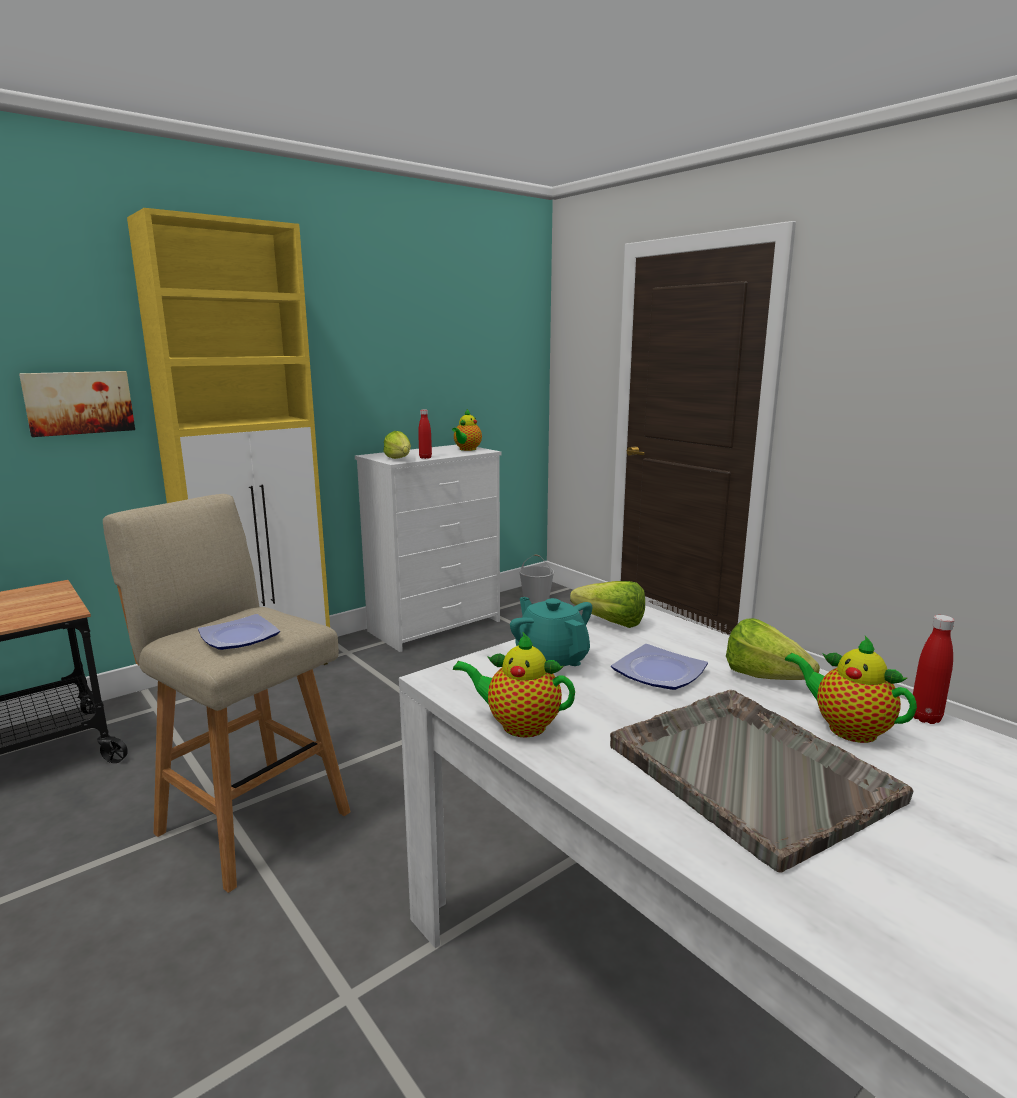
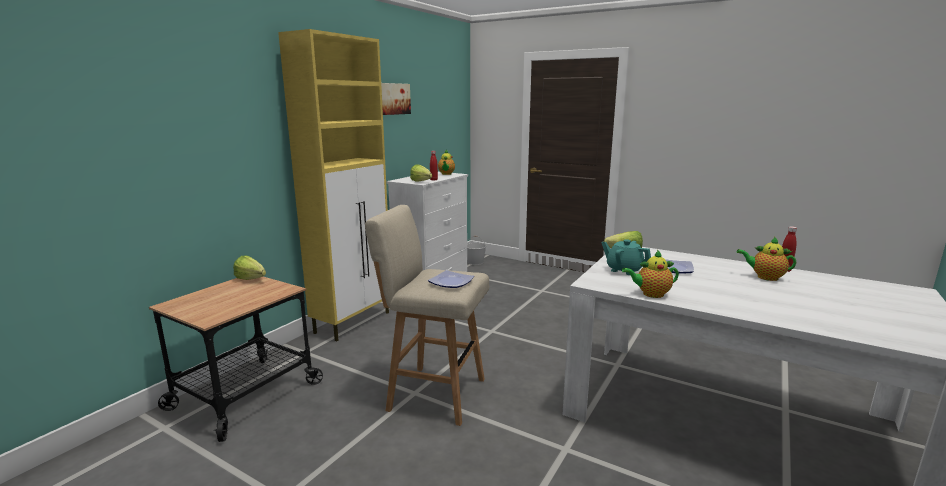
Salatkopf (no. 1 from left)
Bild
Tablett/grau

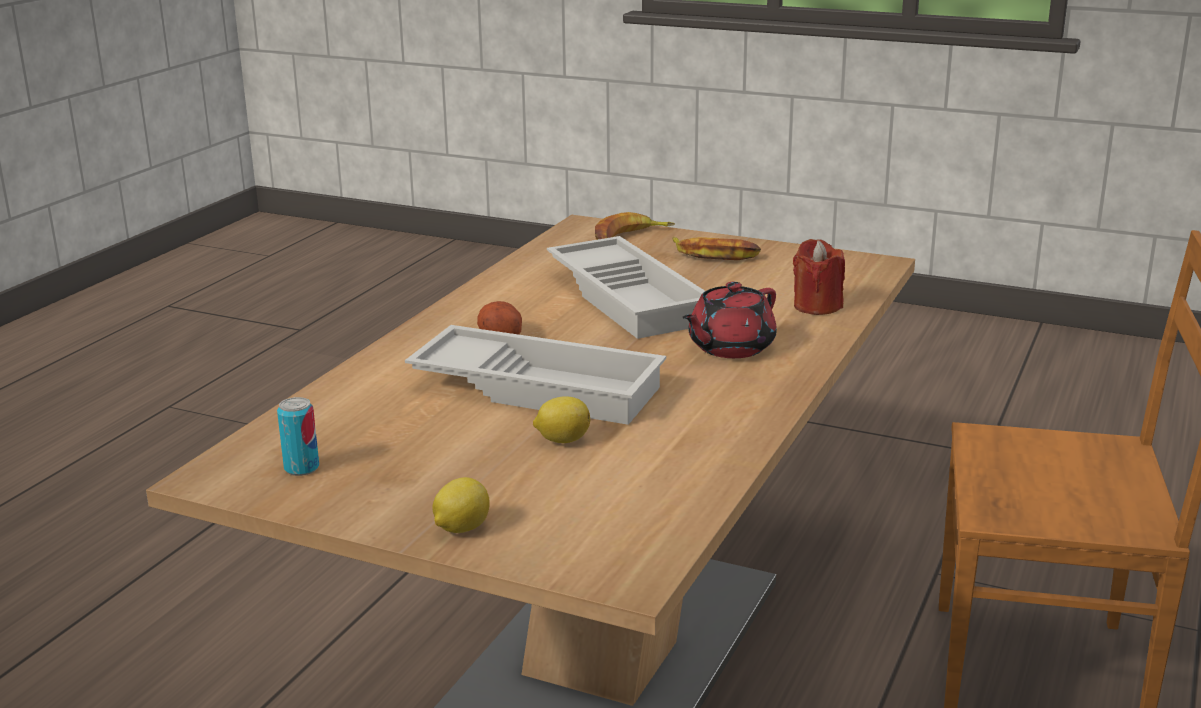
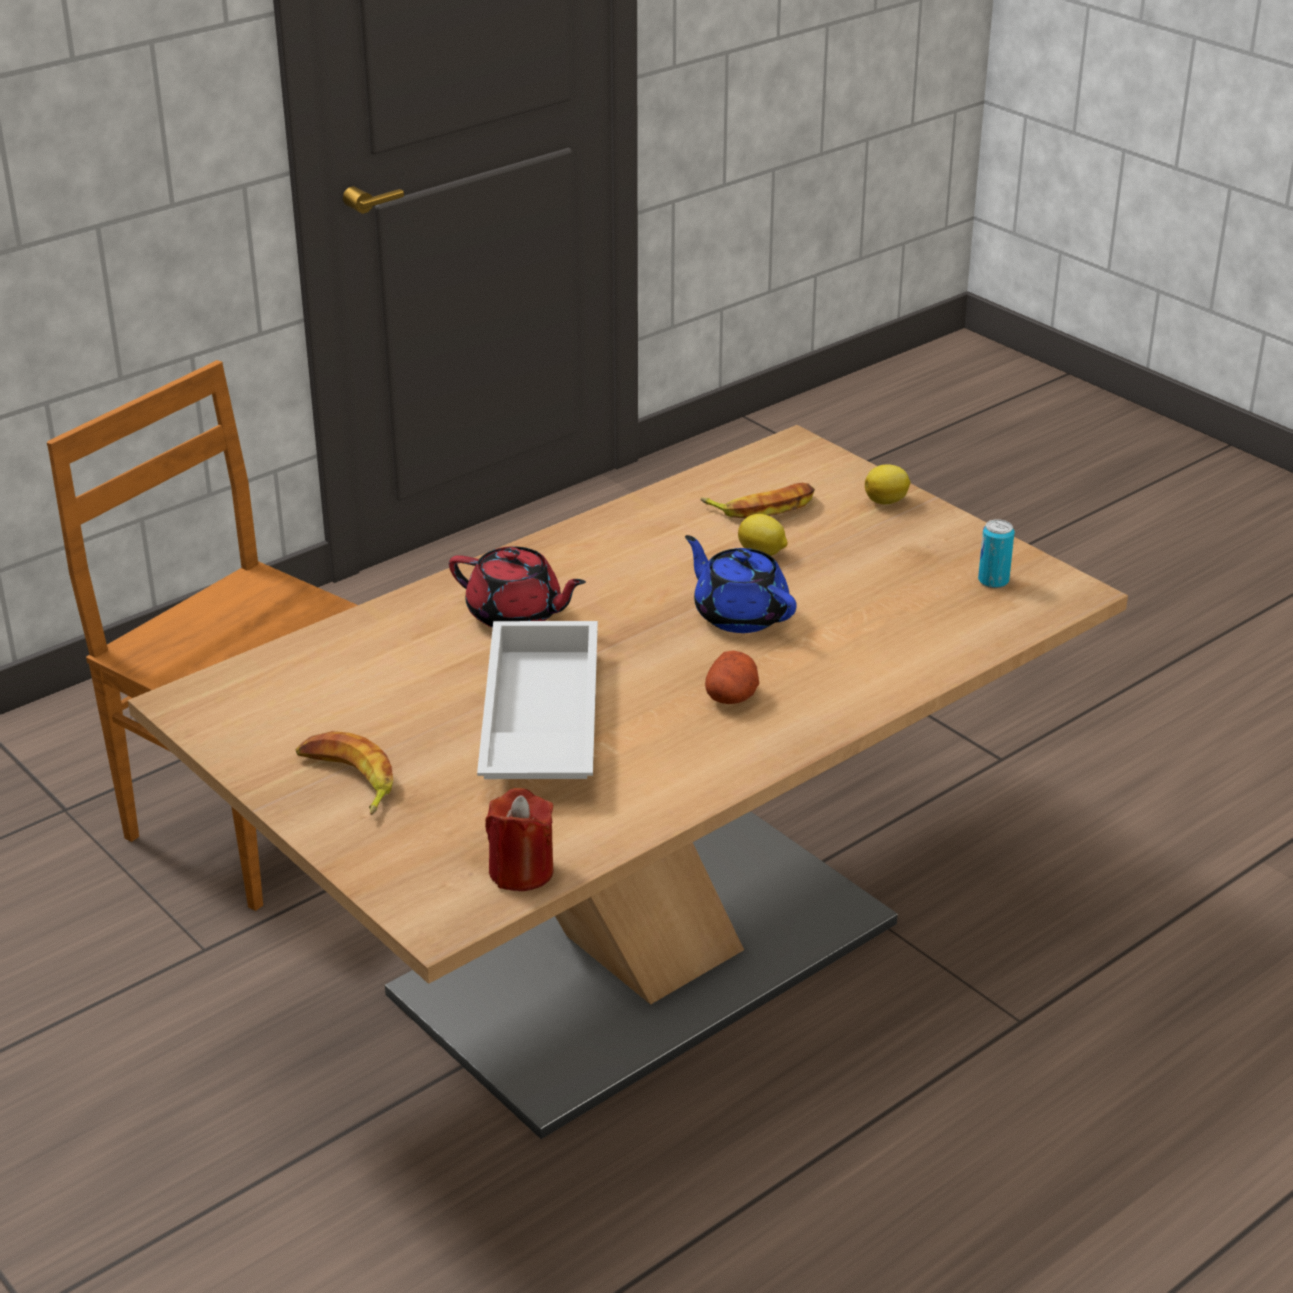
Teekanne/rot
Kerze/rot
Teekanne/blau
Banane (no. 2 from left)

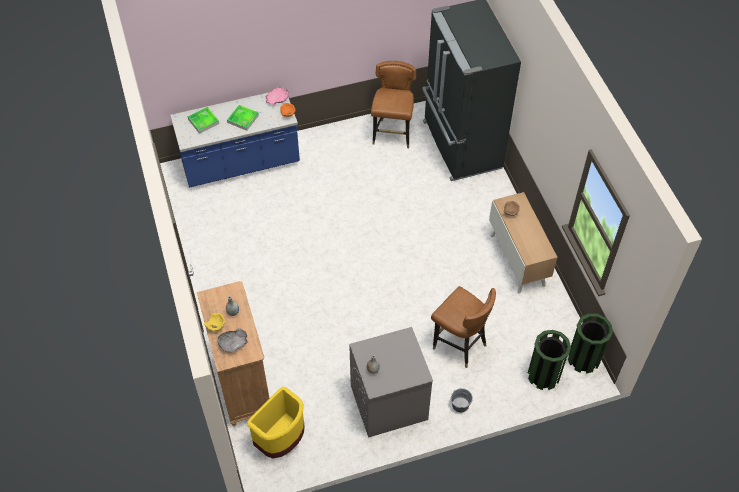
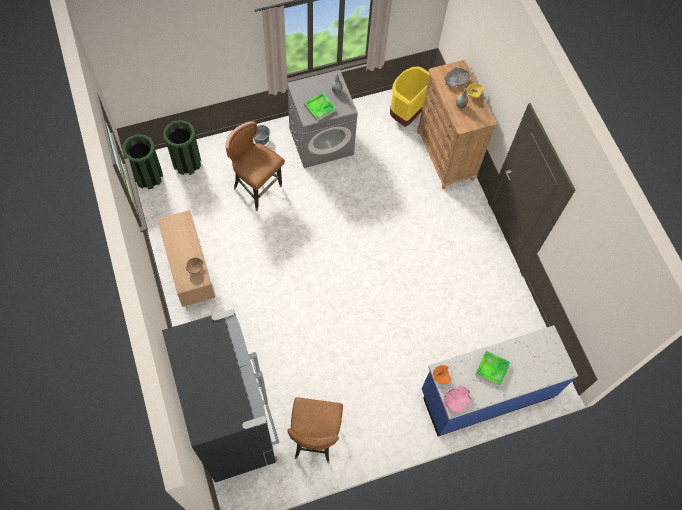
Tablett (no. 1 from left)

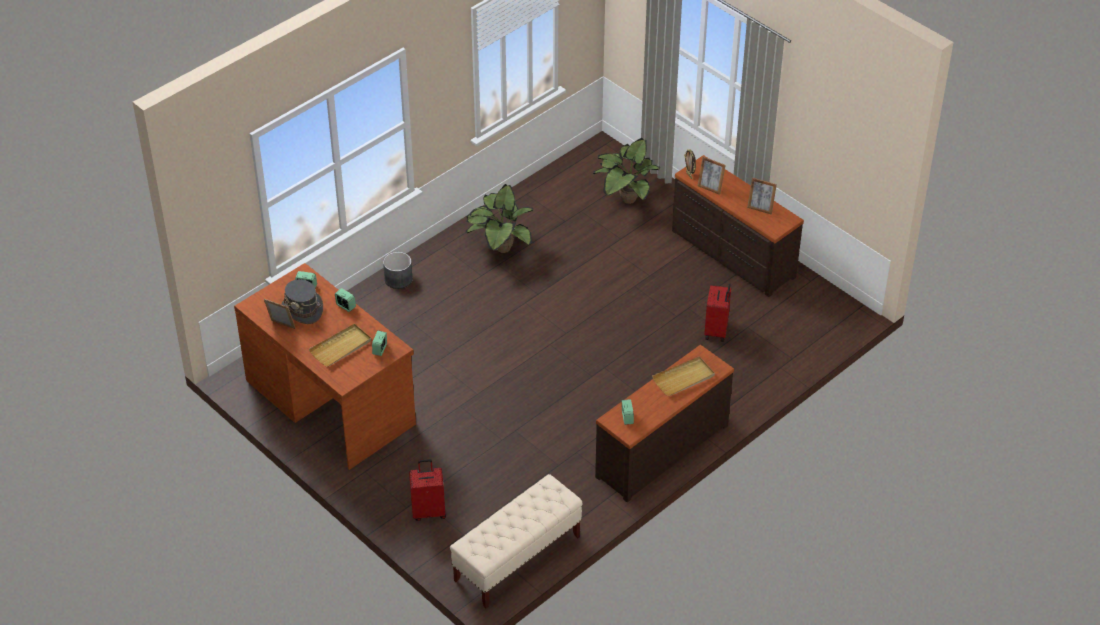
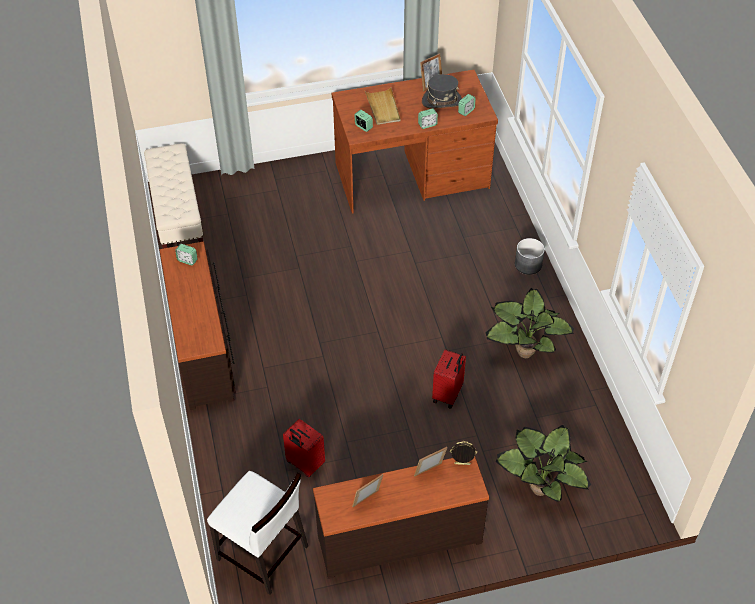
Stuhl/weiß
Koffer/rot (no. 2 from left)
Tablett/beige (no. 2 from left in the first image)

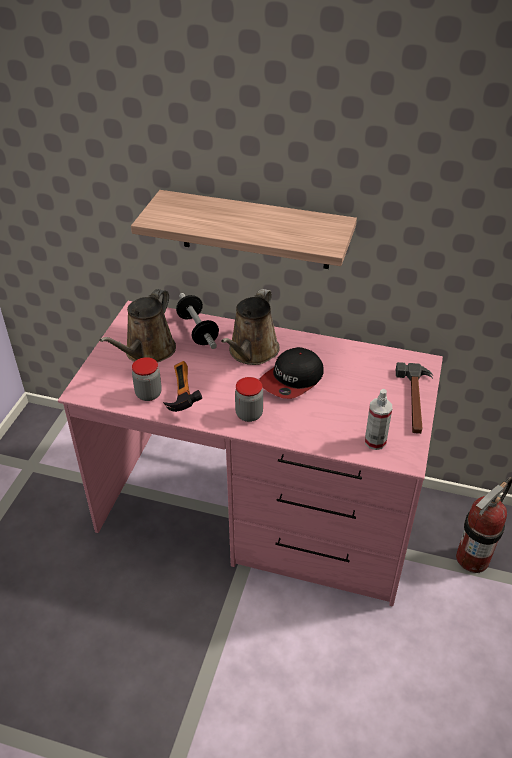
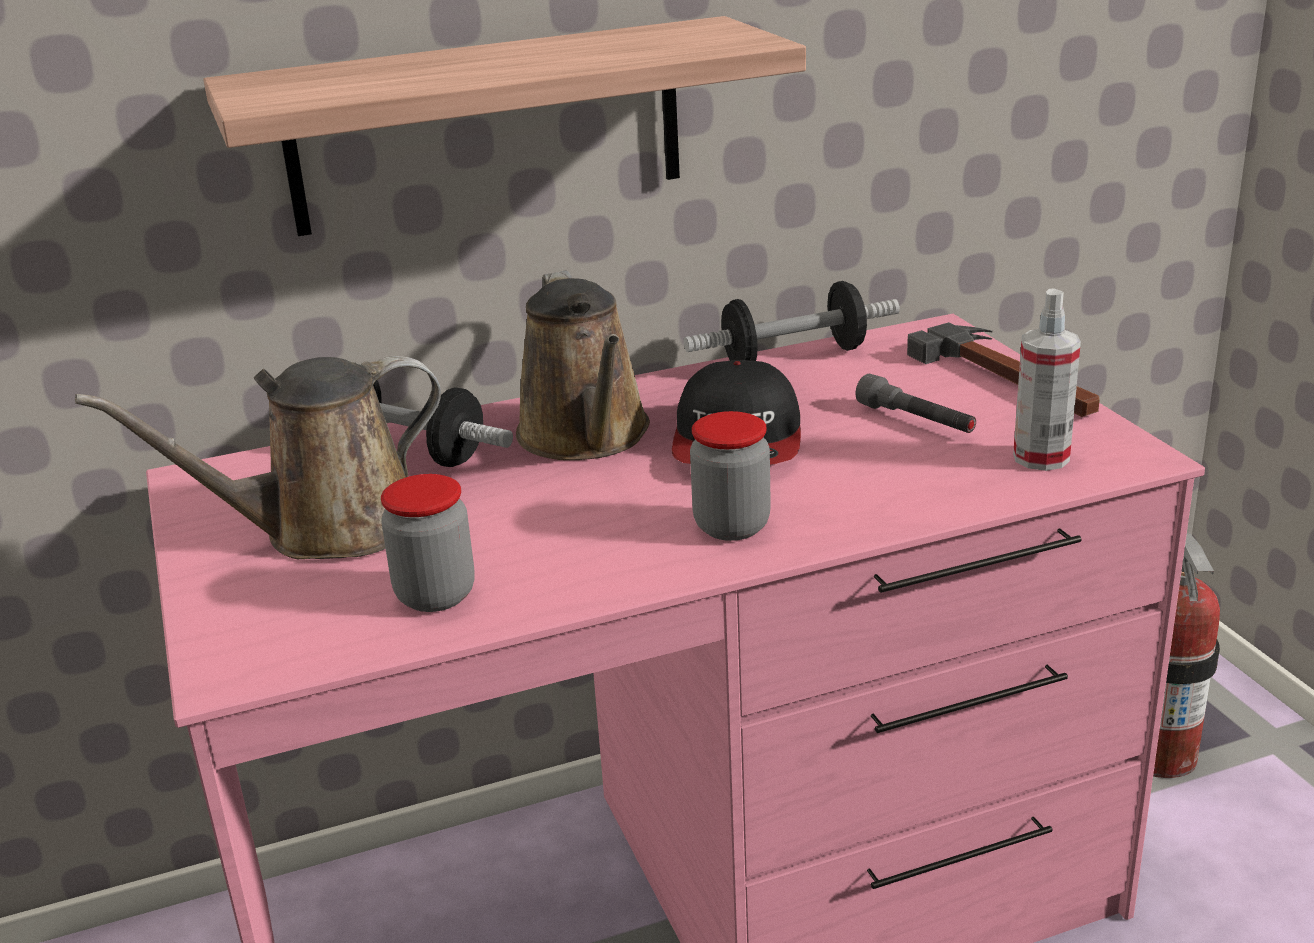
Gießkanne/braun (no. 1 from left)
Hantel (no. 2 from left)
Taschenlampe/grau
Hammer (no. 1 from left in the first image)

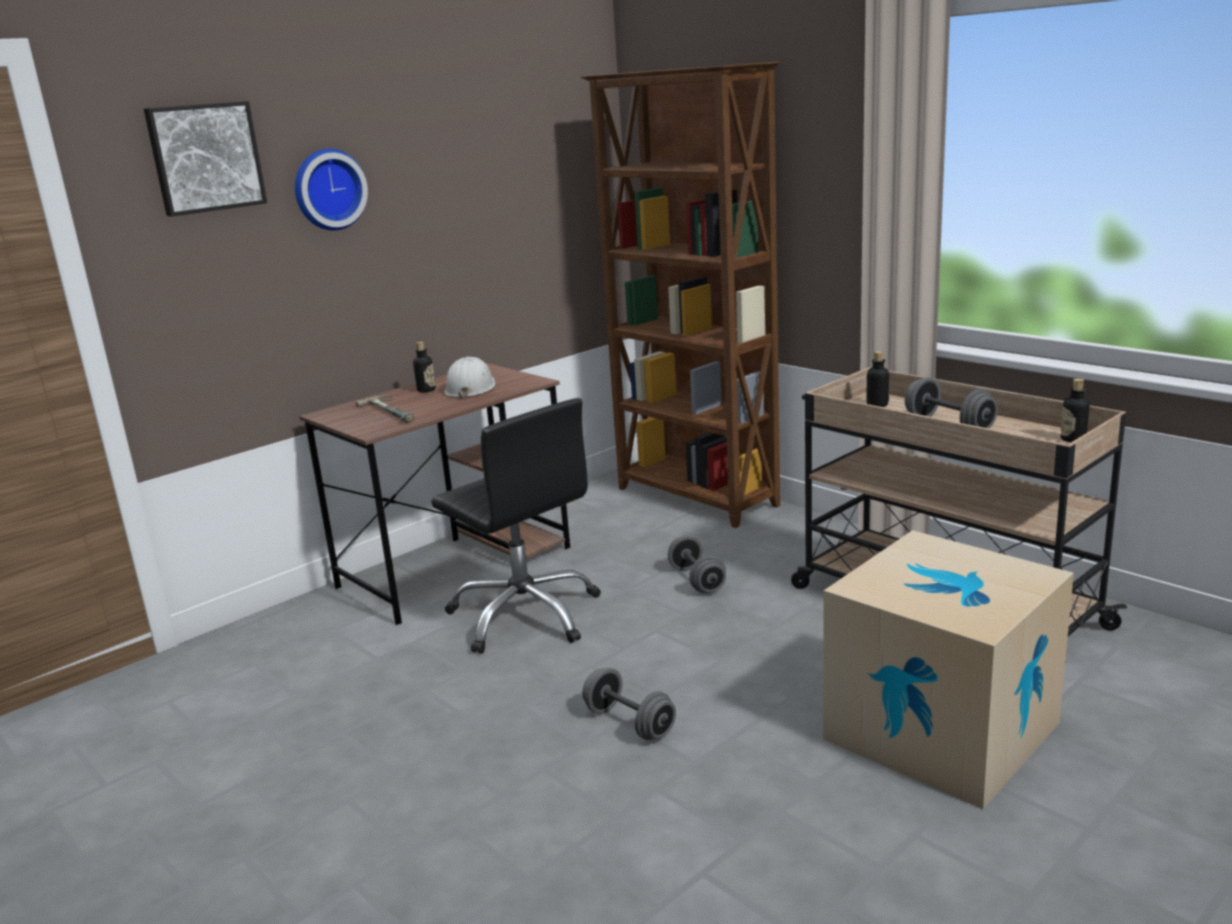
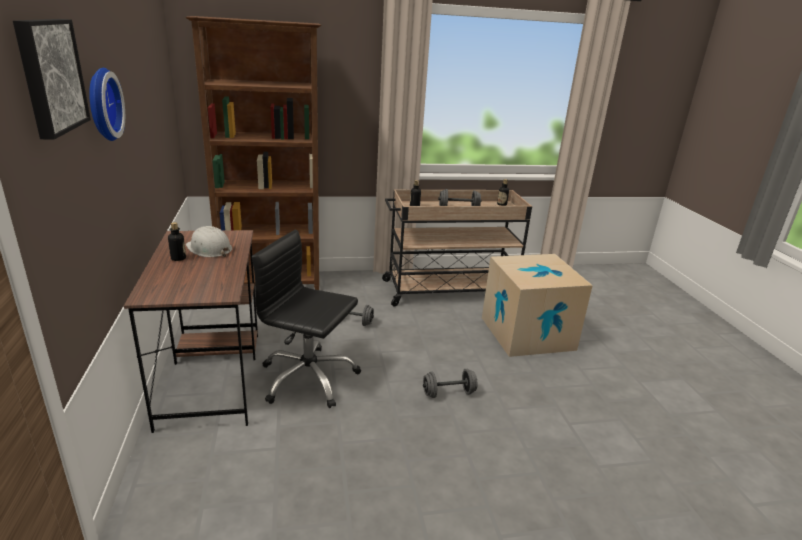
Bürostuhl/schwarz
Hammer

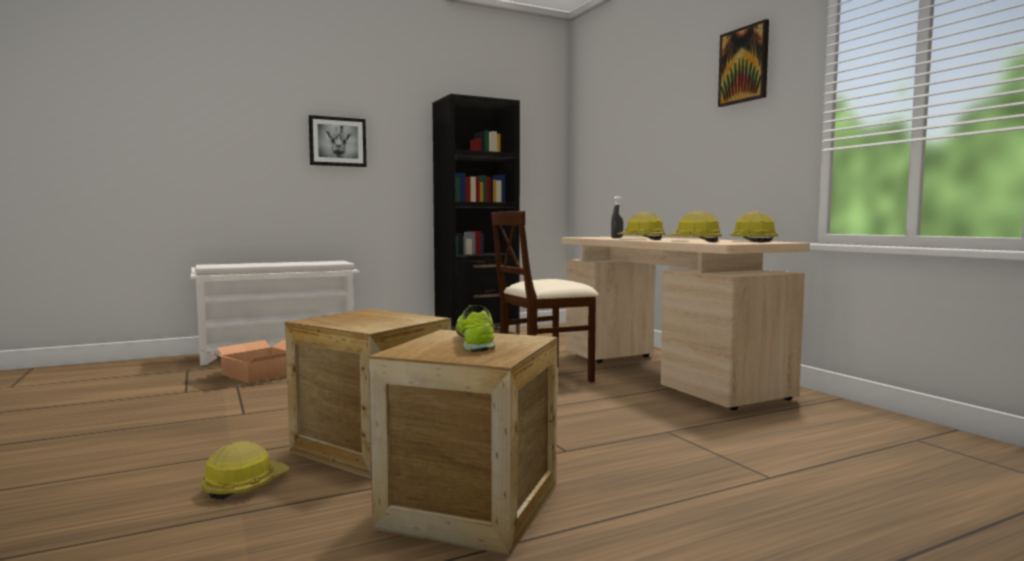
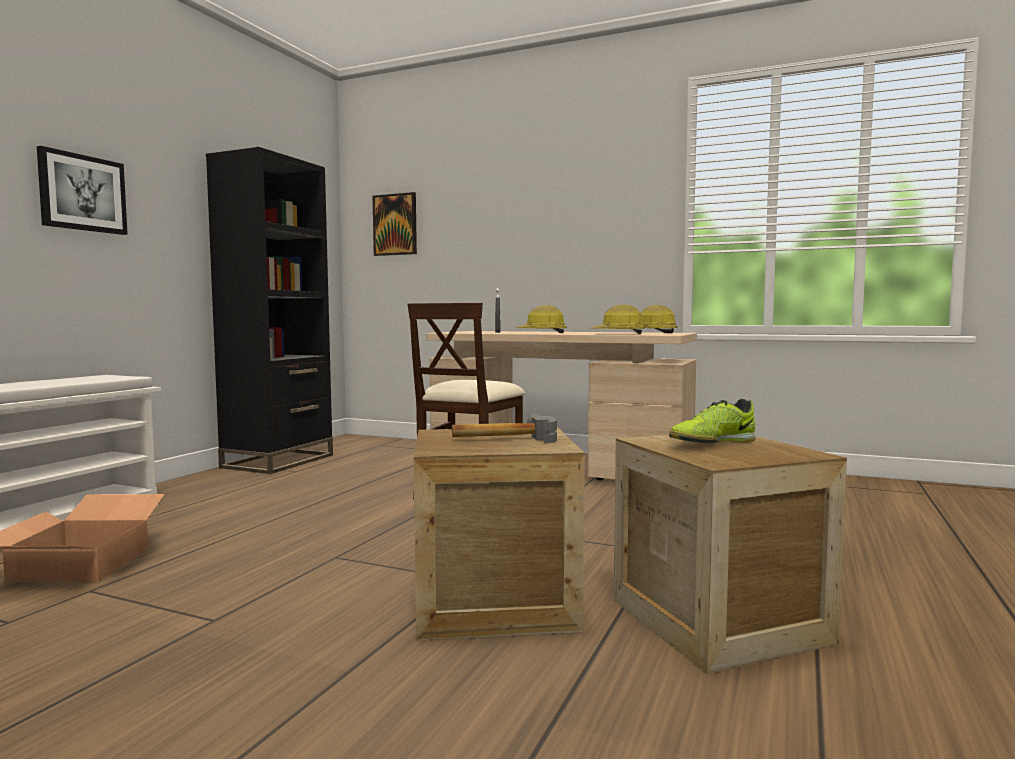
Bild (no. 2 from left)
Hammer
Schuh
Schutzhelm (no. 1 from left in the first image)

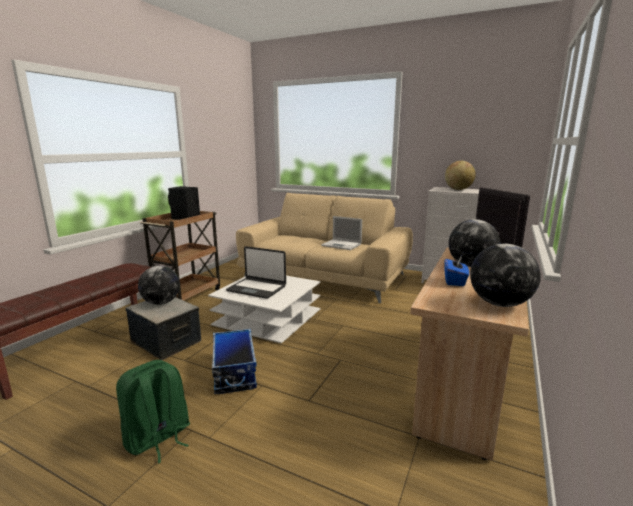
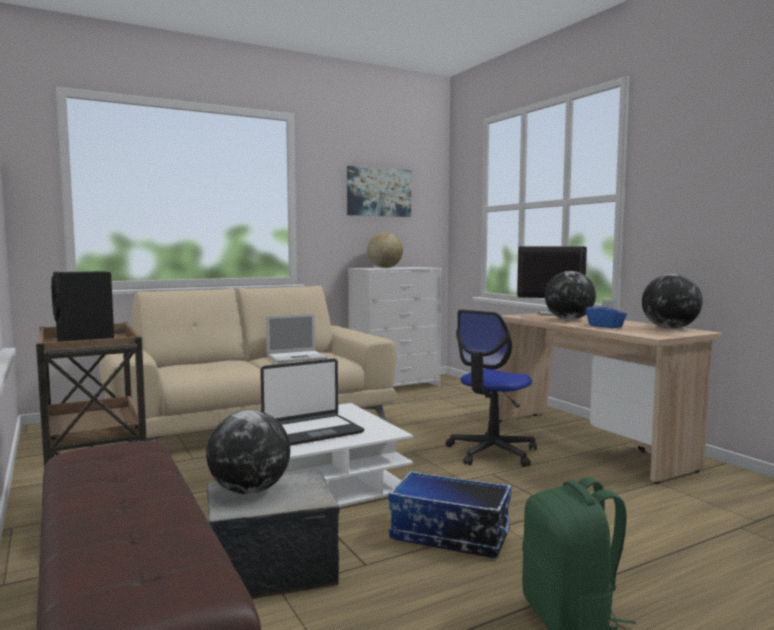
Bild
Bürostuhl

